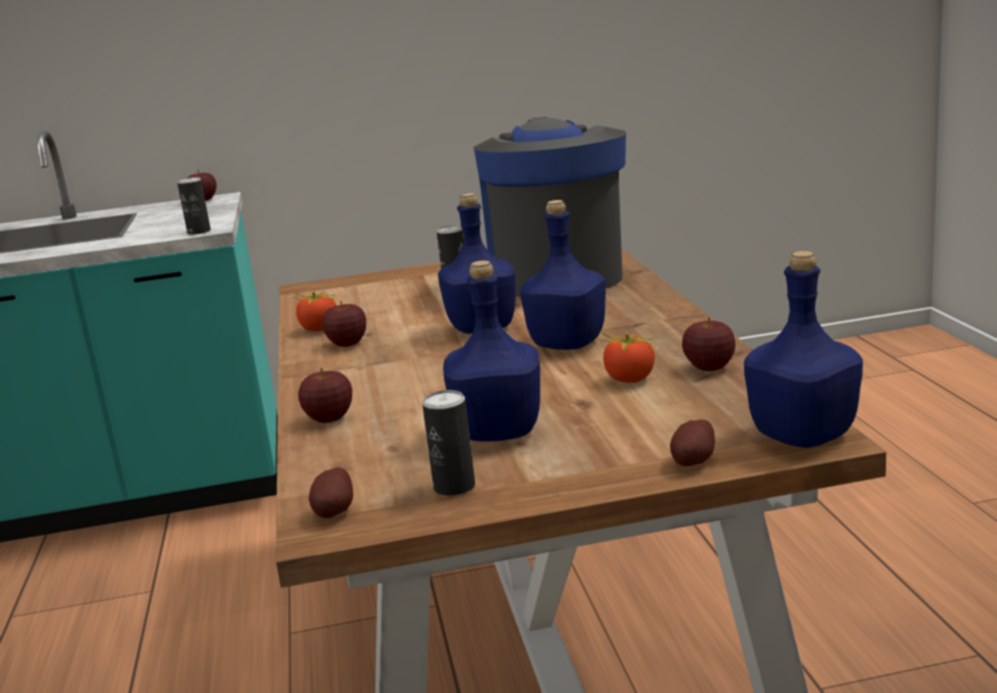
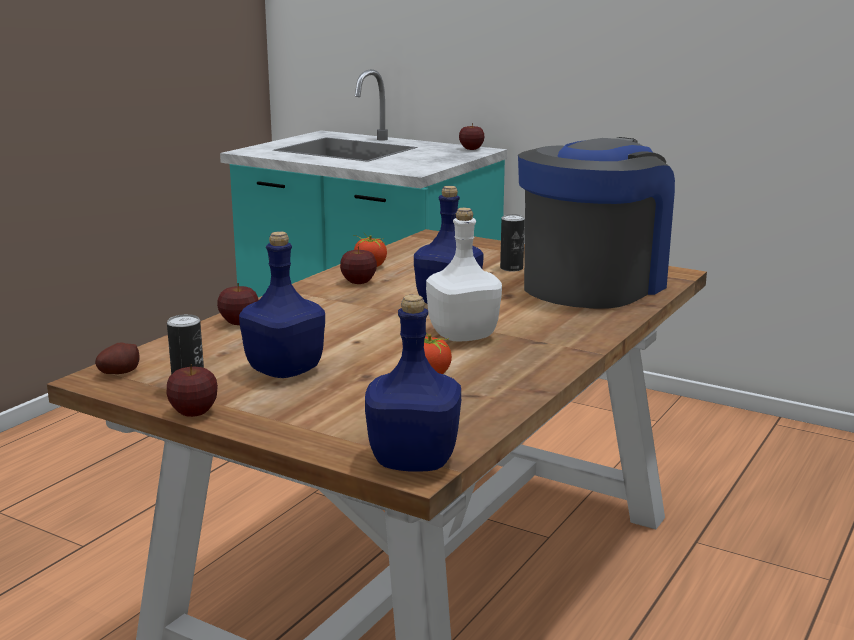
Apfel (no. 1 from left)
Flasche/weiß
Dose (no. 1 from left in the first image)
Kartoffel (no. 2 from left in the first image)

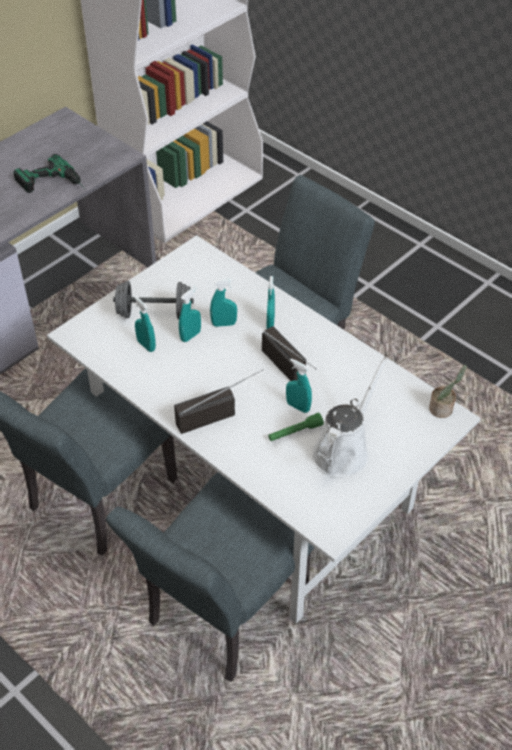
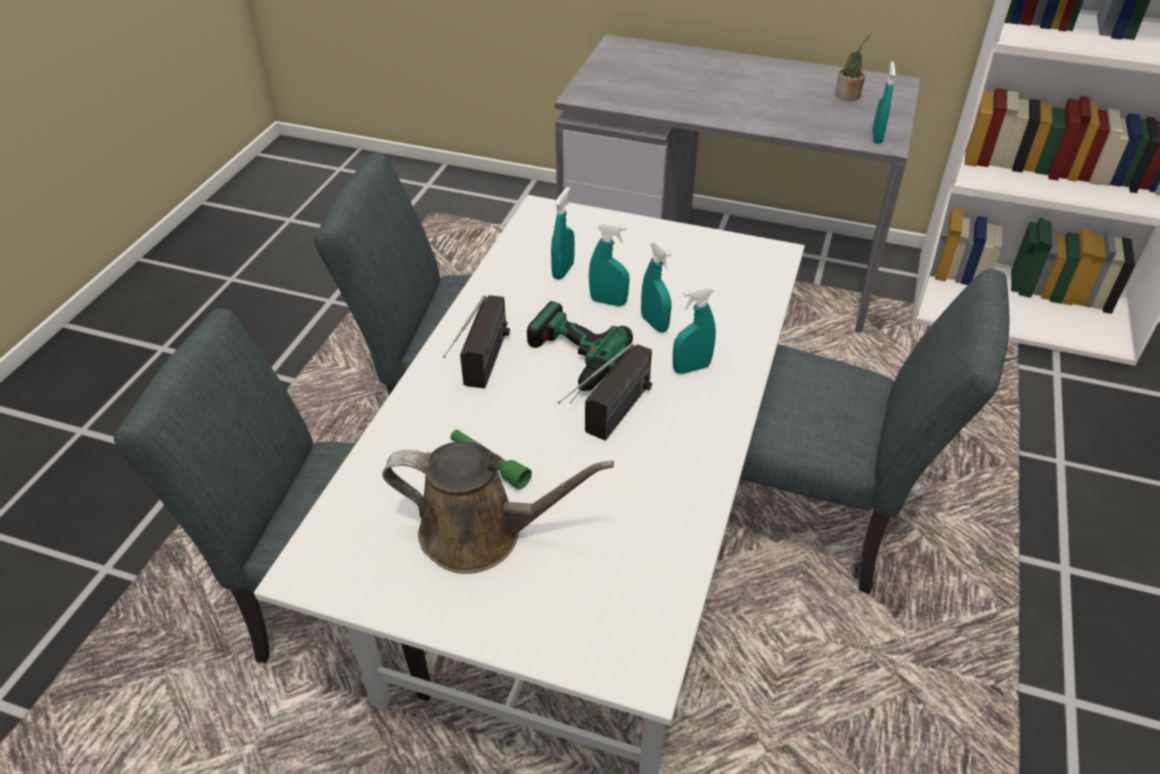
Gießkanne/braun
Radio (no. 1 from left)
Bohrmaschine
Topfpflanze
Sprühflasche/türkis (no. 5 from left)
Hantel/grau

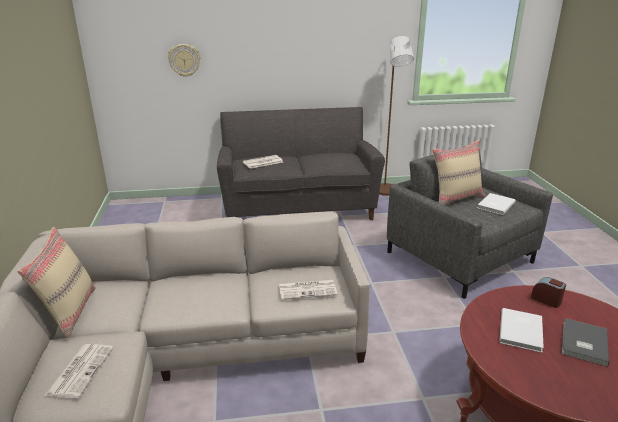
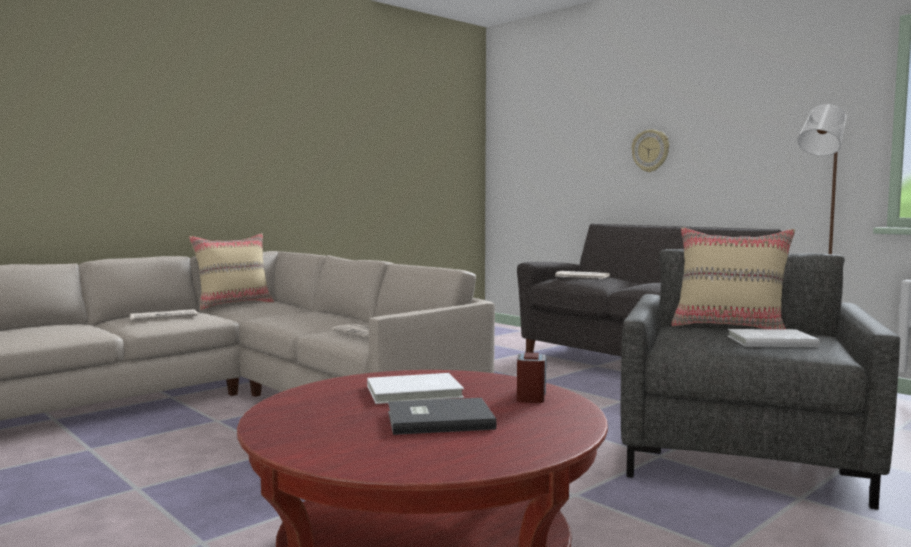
Wanduhr

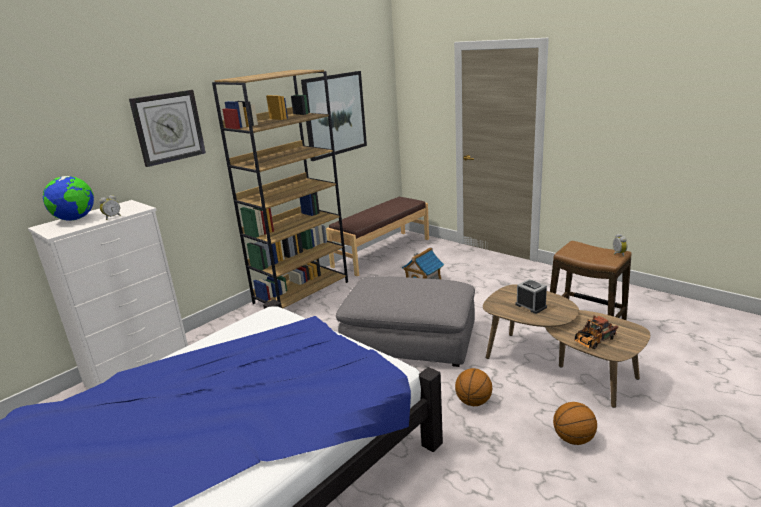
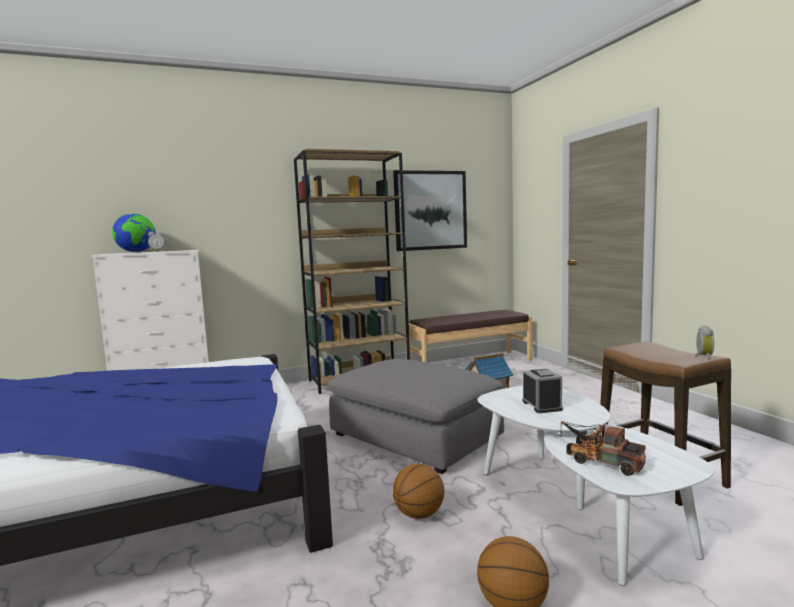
Couchtisch/weiß
Spielzeuglaster
Wanduhr

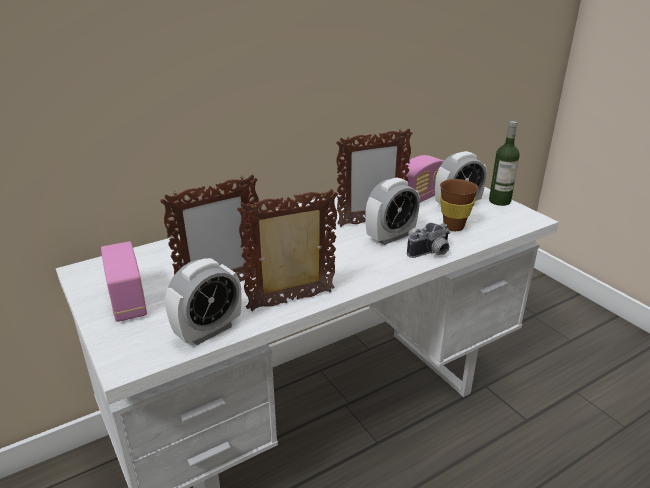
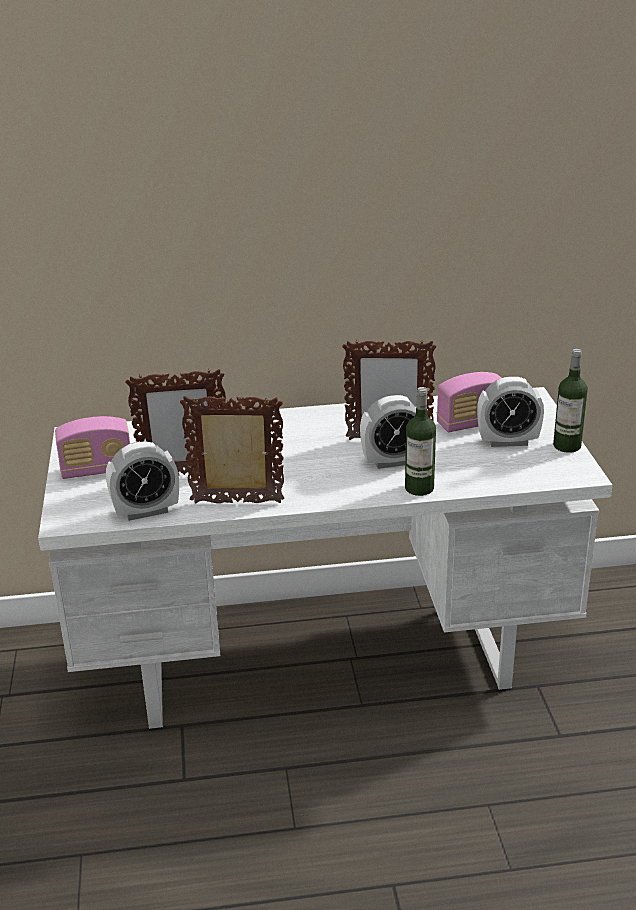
Radio (no. 1 from left)
Flasche (no. 1 from left)
Tasse/braun

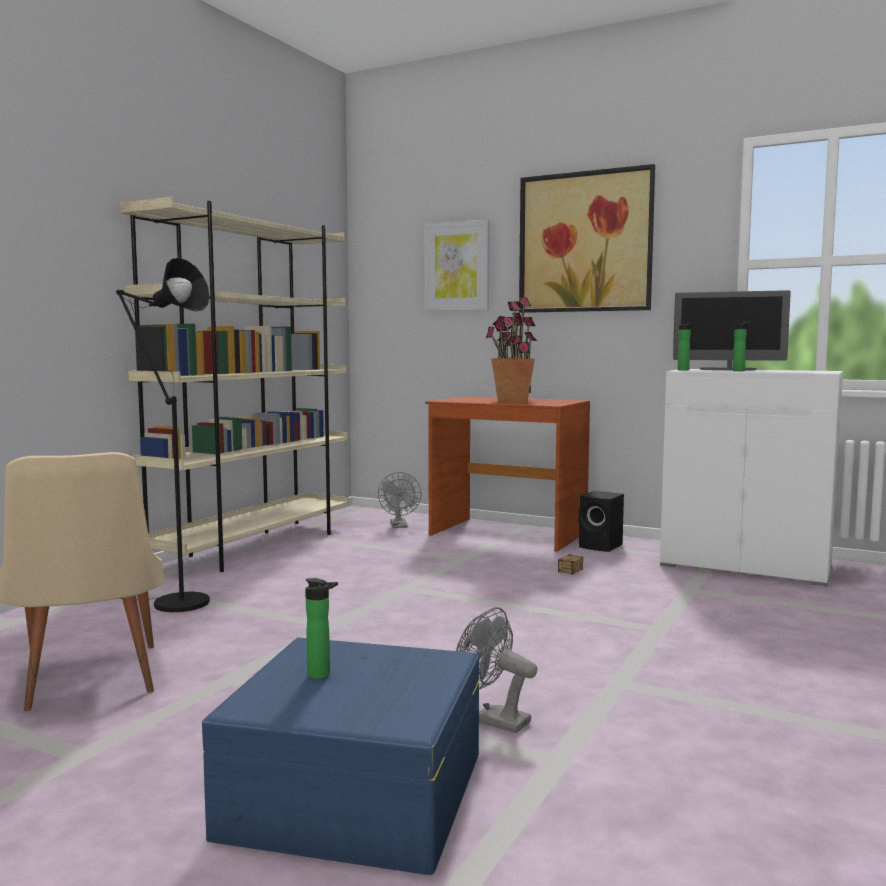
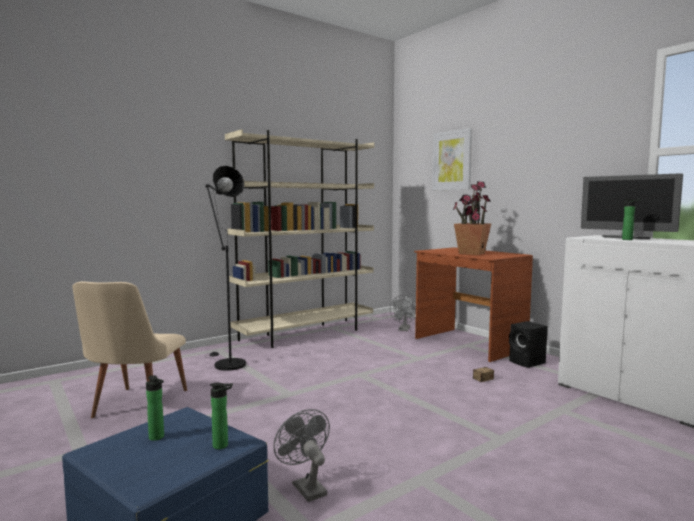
Flasche (no. 2 from left)
Bild (no. 2 from left in the first image)

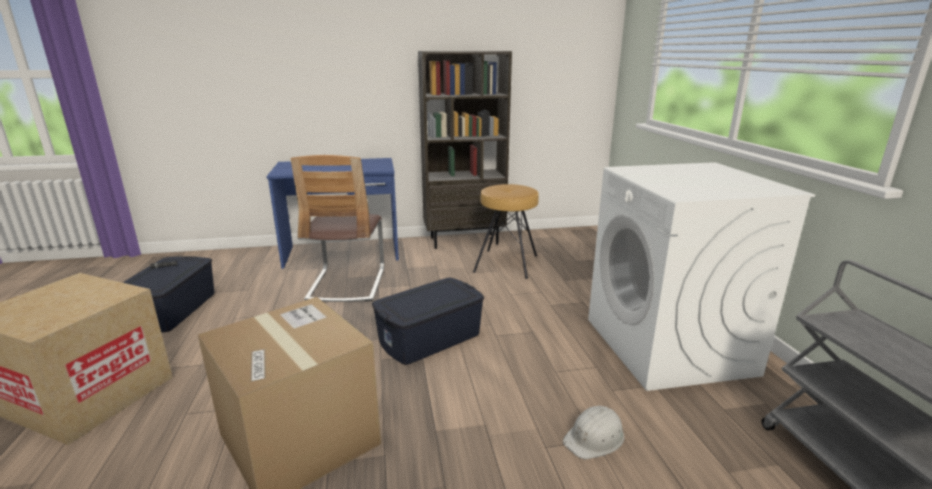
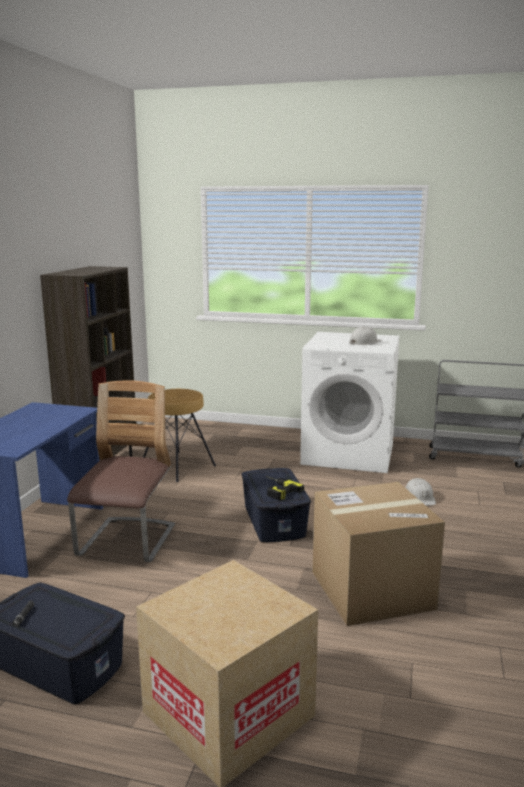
Stuhl
Bohrmaschine
Schutzhelm/weiß (no. 1 from left)

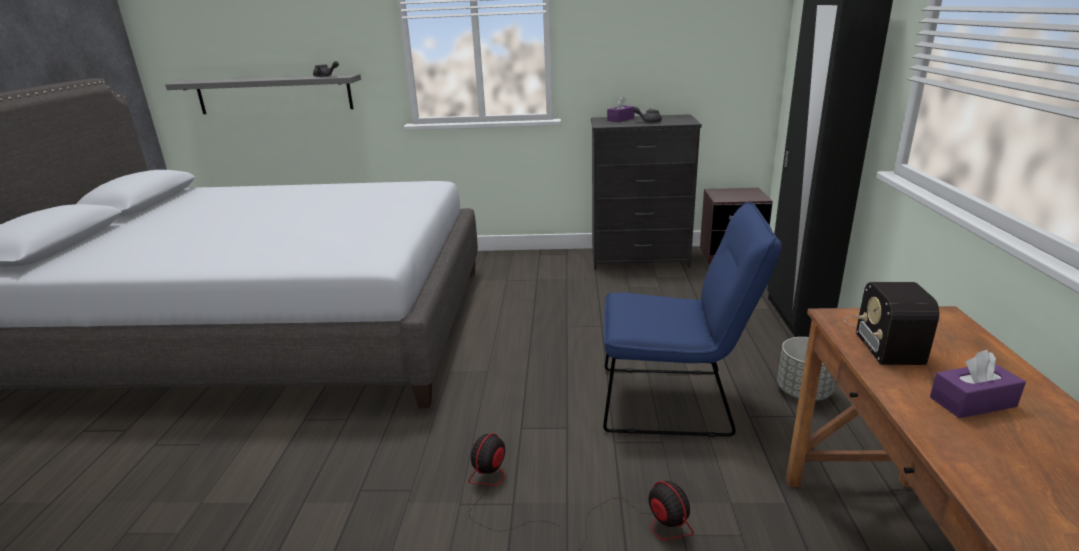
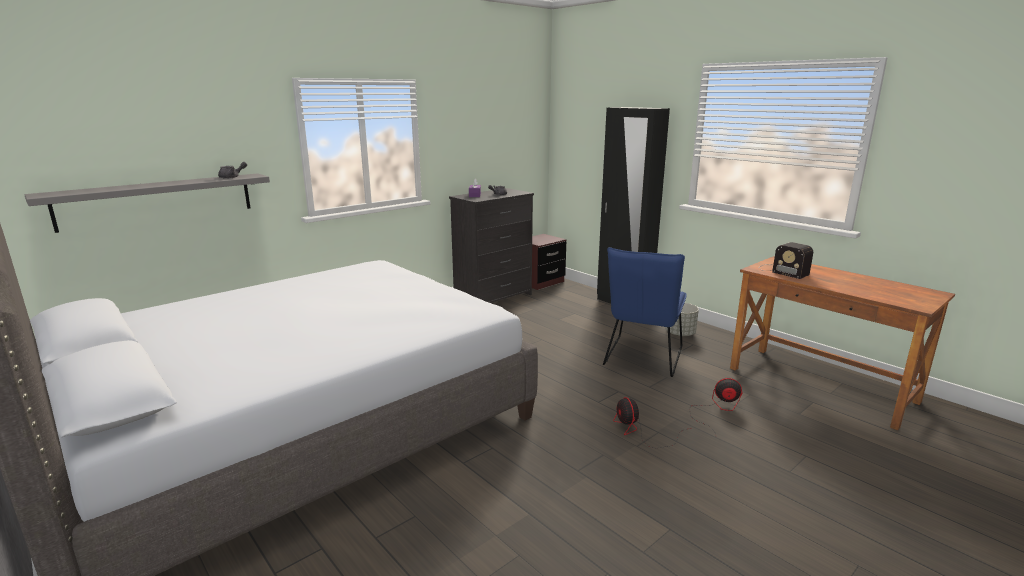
Stuhl/blau
Taschentuchbox/lila (no. 2 from left in the first image)

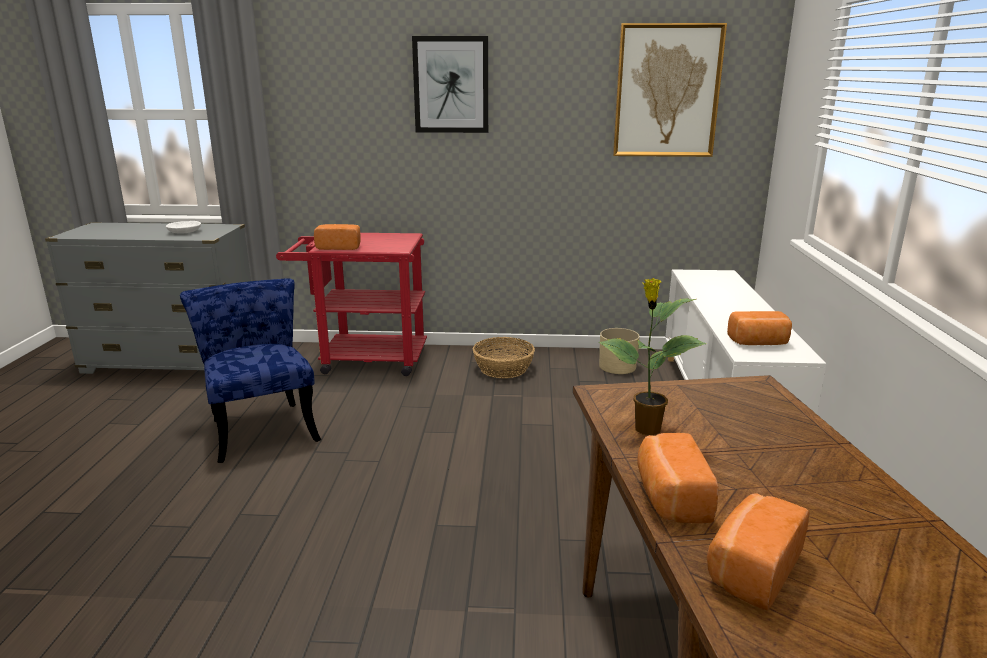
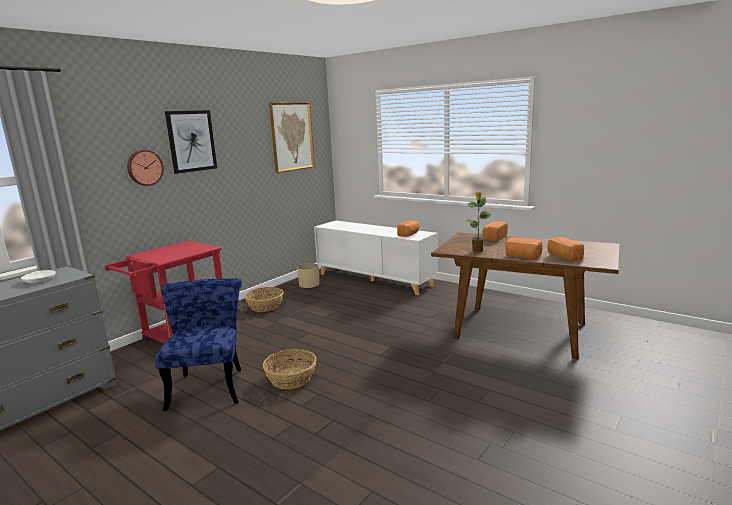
Wanduhr
Stuhl/blau
Korb (no. 2 from left)
Brot (no. 2 from left)

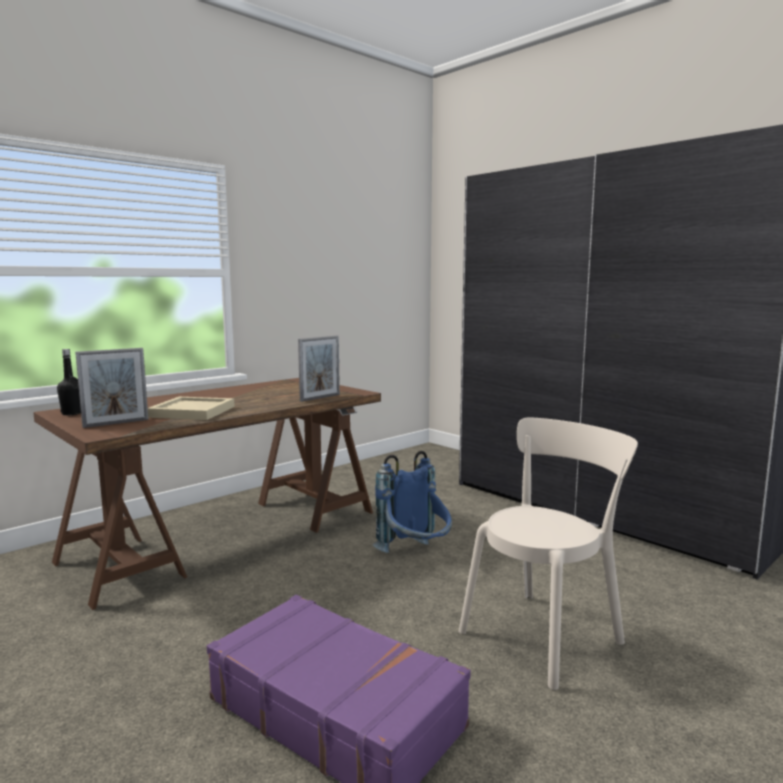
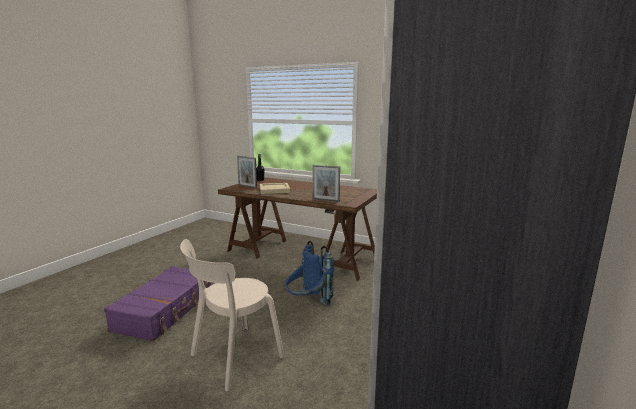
Stuhl/beige

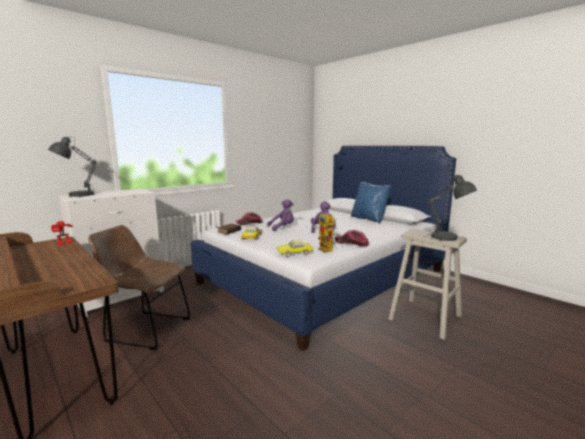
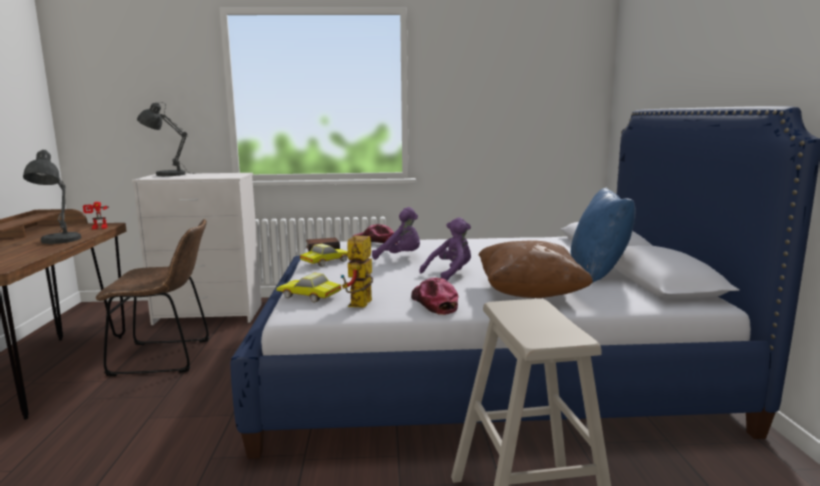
Tischlampe/grau (no. 1 from left)
Stuhl/braun
Kissen/braun

